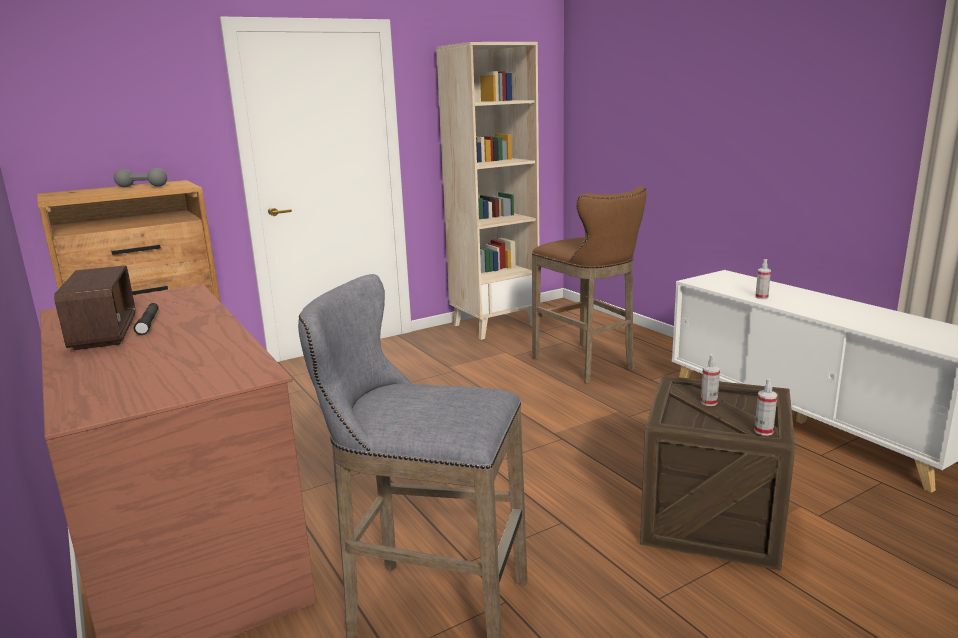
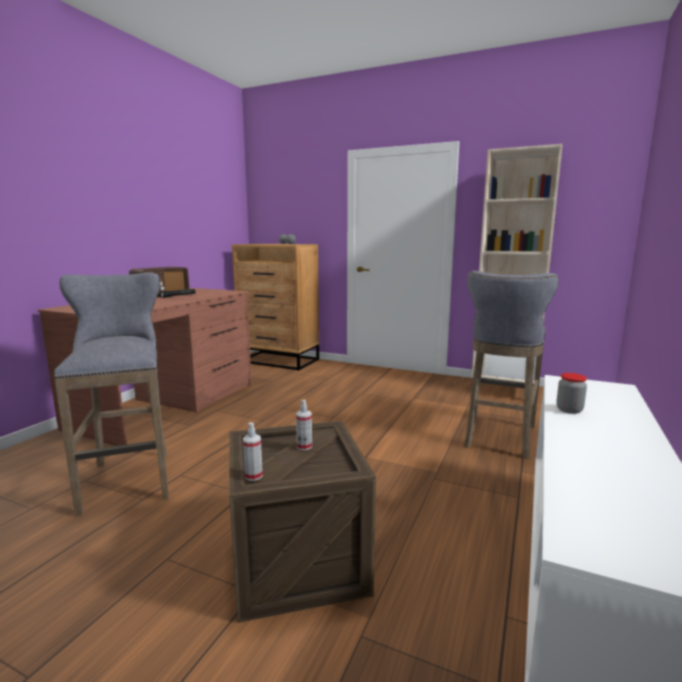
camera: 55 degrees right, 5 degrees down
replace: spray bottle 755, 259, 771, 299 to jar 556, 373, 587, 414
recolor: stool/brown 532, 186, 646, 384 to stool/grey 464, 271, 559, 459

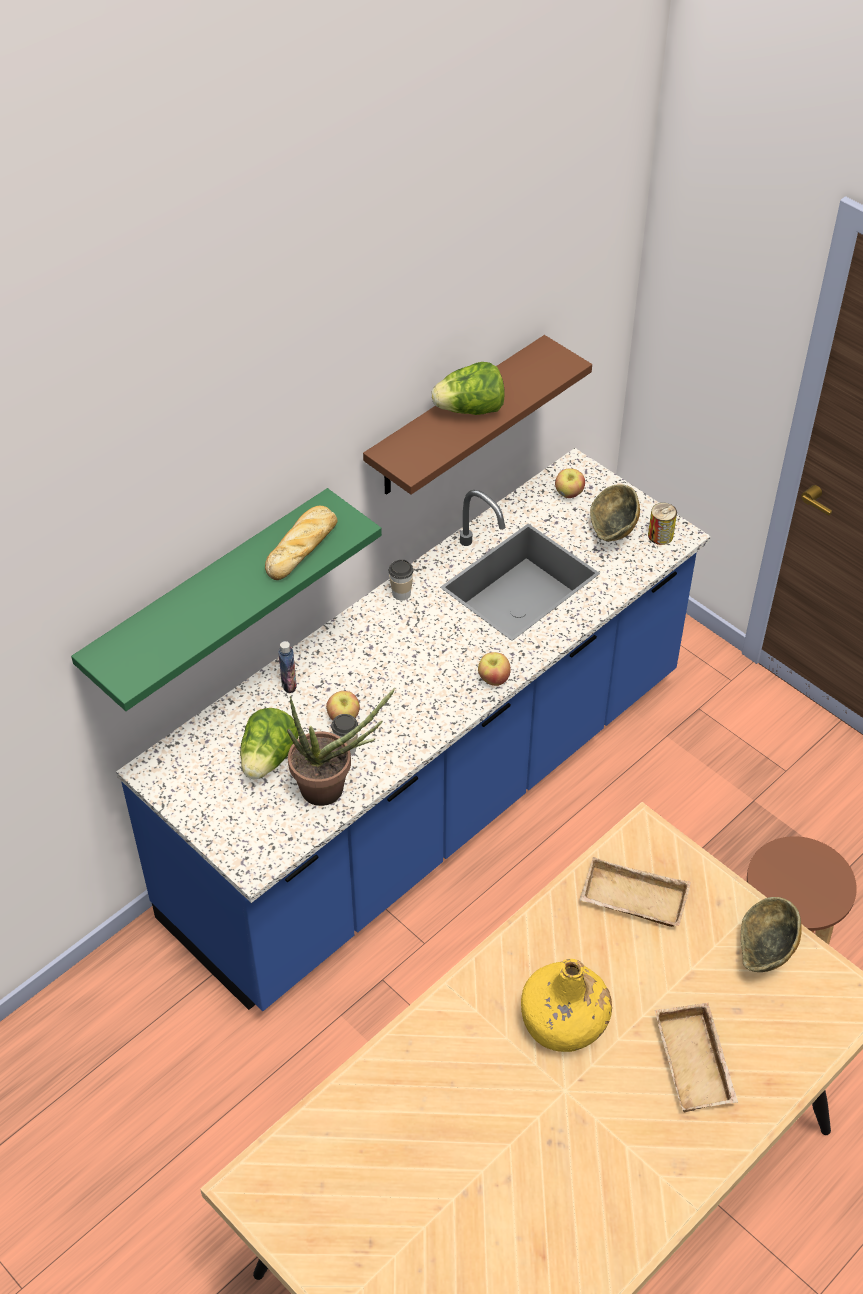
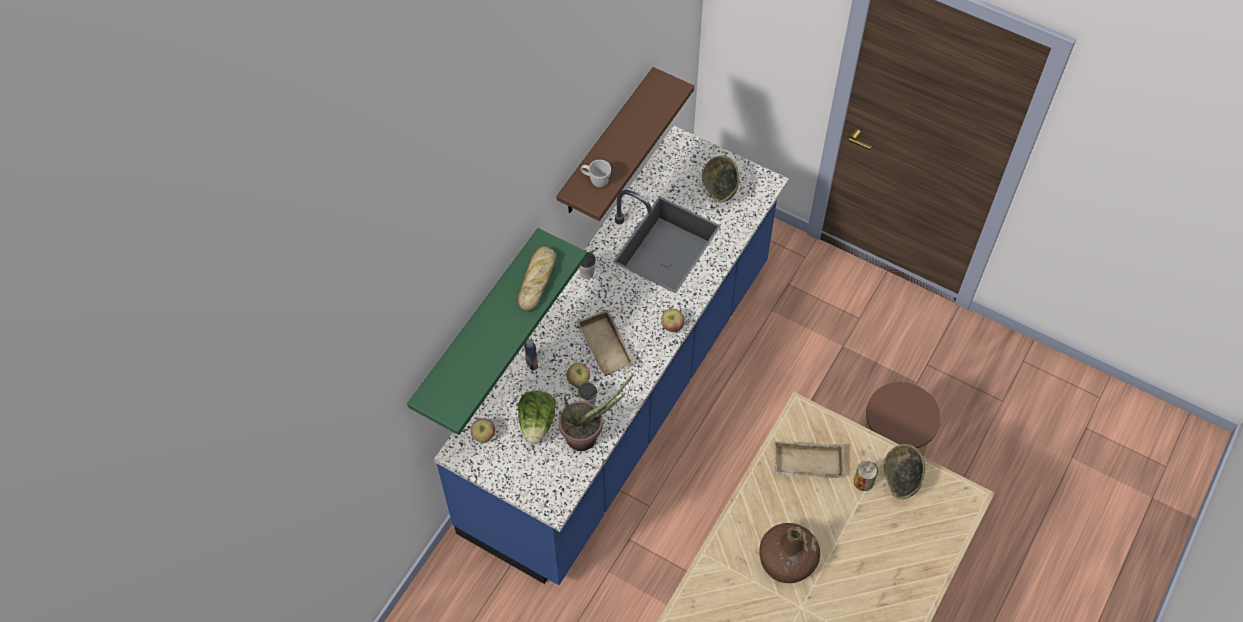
camera: 15 degrees left, 10 degrees up
delete: lettuce 432, 362, 505, 415
insert: mug/white 581, 160, 611, 187
move: apple 555, 468, 585, 498 to 471, 418, 495, 443; can 648, 503, 677, 545 to 854, 461, 878, 491; tray/beige 655, 1003, 738, 1113 to 577, 310, 636, 376
recolor: bottle/yellow 521, 959, 612, 1052 to bottle/brown 759, 523, 820, 583

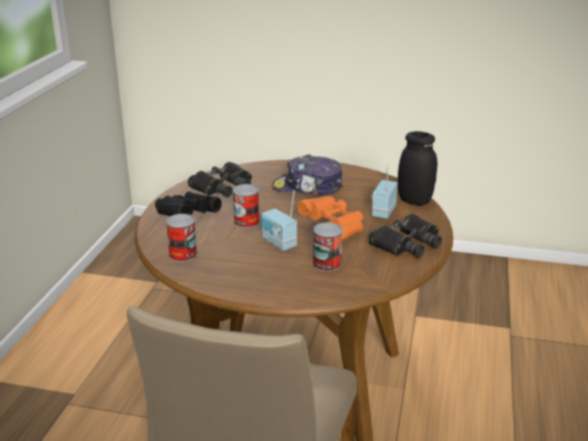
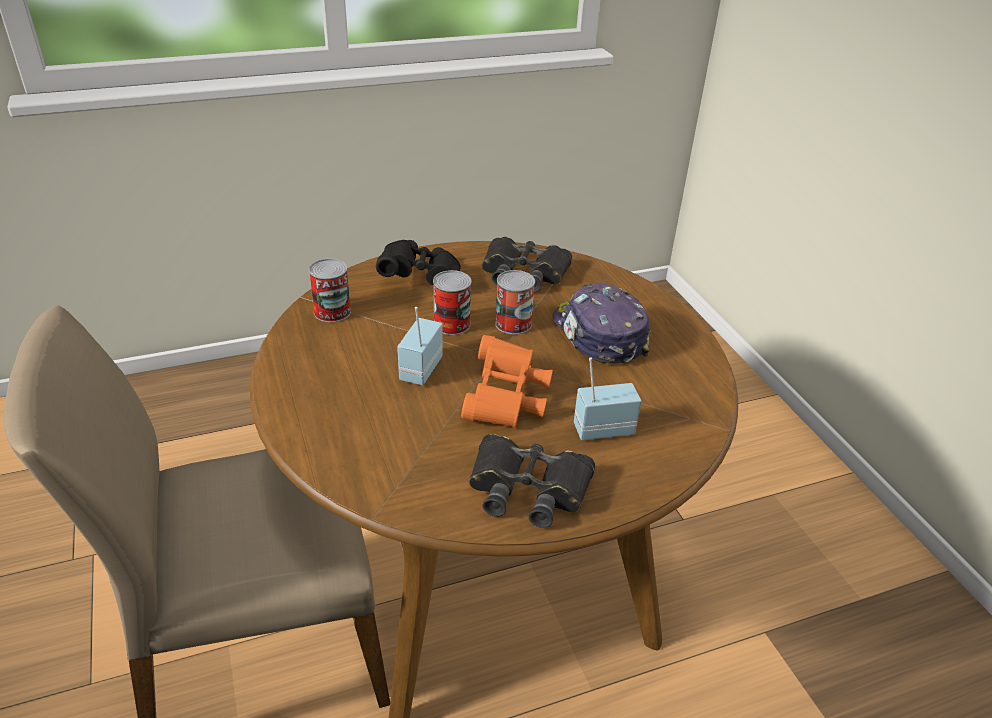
camera: 55 degrees right, 10 degrees up
delete: jar/black 398, 131, 437, 205
move: can 313, 222, 343, 272 to 495, 270, 535, 335

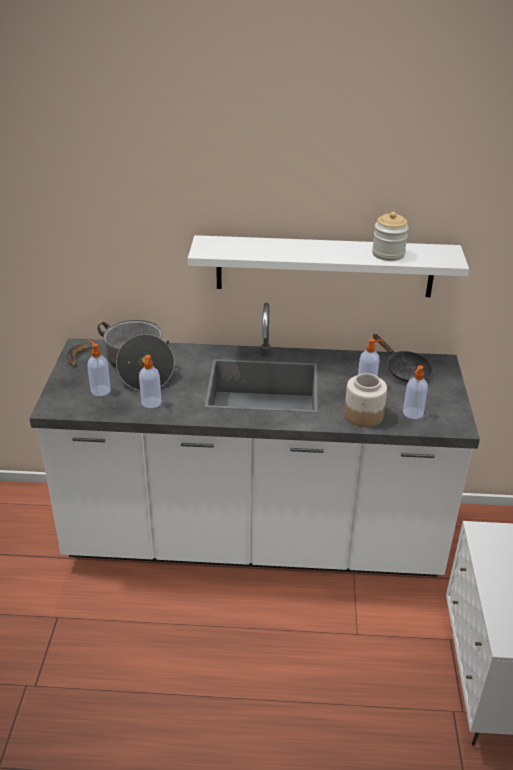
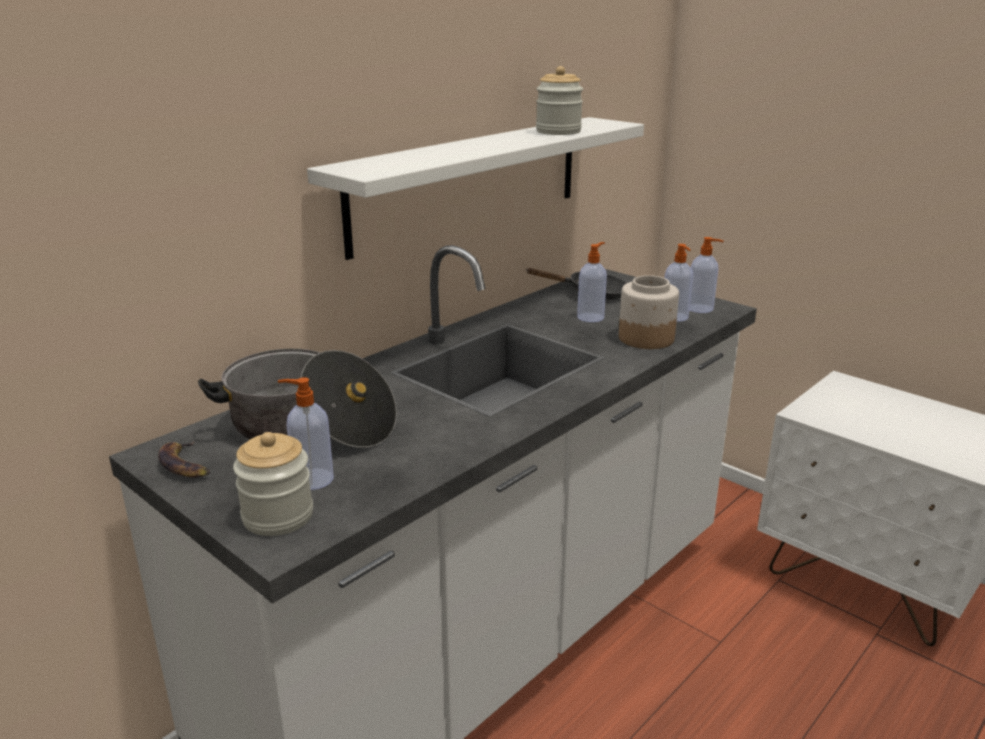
camera: 50 degrees left, 10 degrees down
insert: jar 233, 432, 313, 536
move: soap dispenser 139, 355, 162, 408 to 689, 237, 724, 313

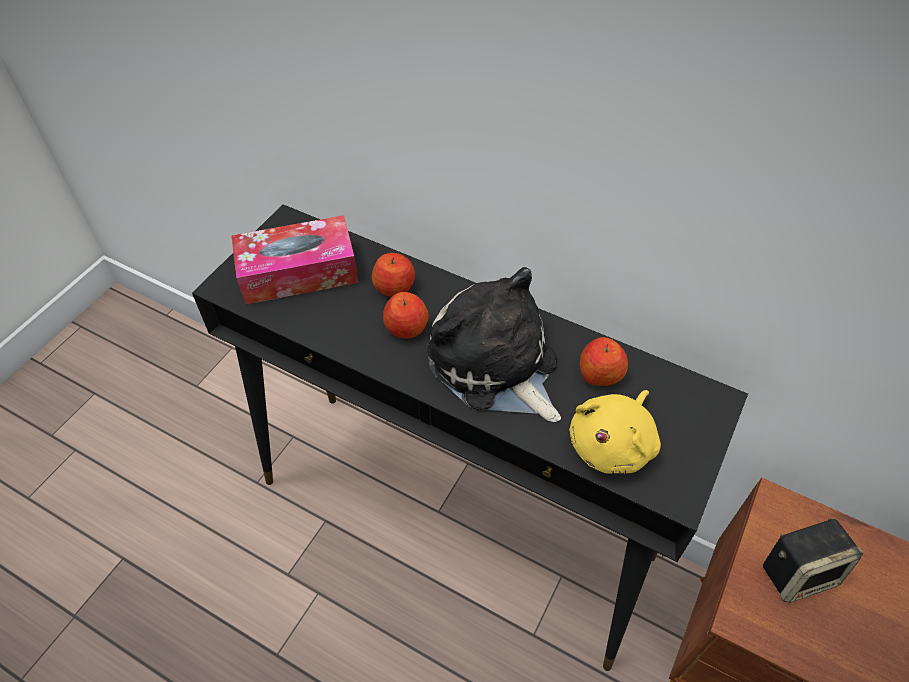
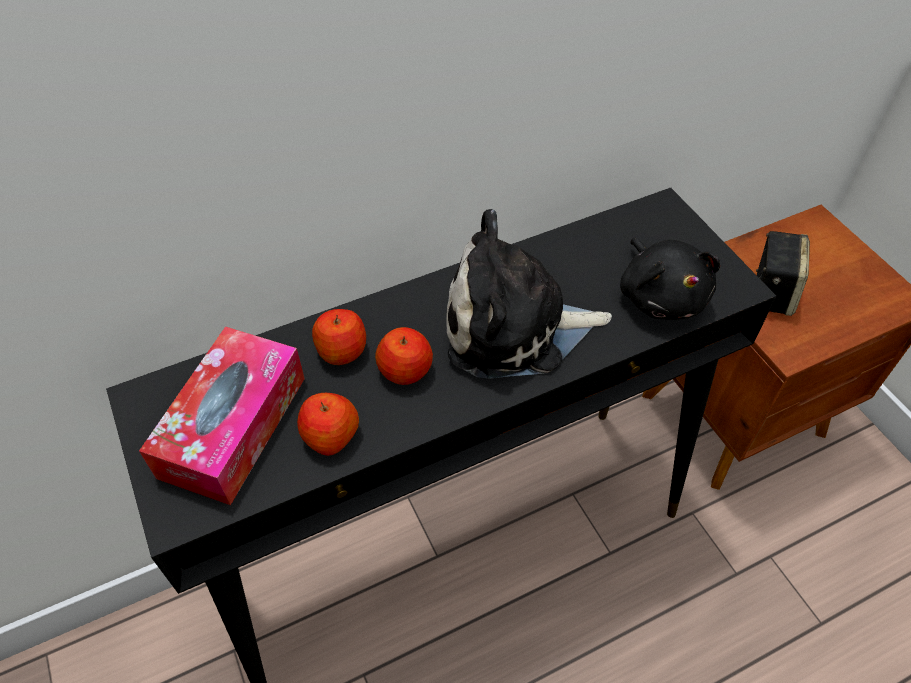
camera: 55 degrees left, 0 degrees up
move: apple 580, 337, 628, 386 to 297, 393, 359, 456
recolor: plush toy/yellow 569, 390, 661, 474 to plush toy/black 620, 238, 720, 320

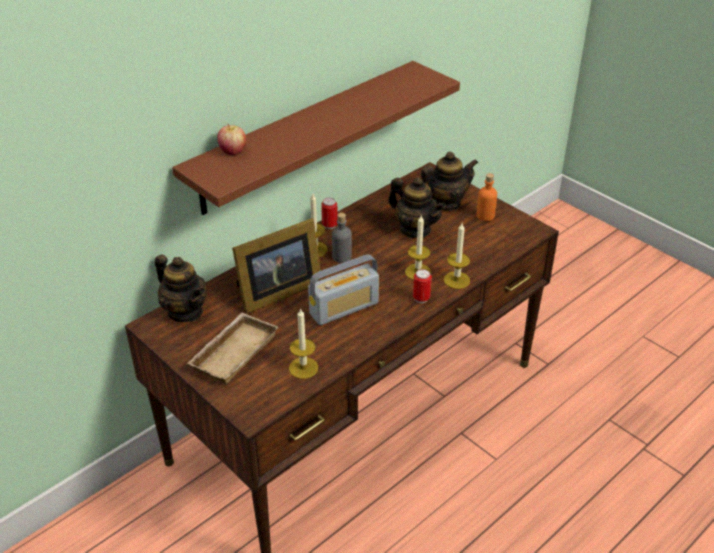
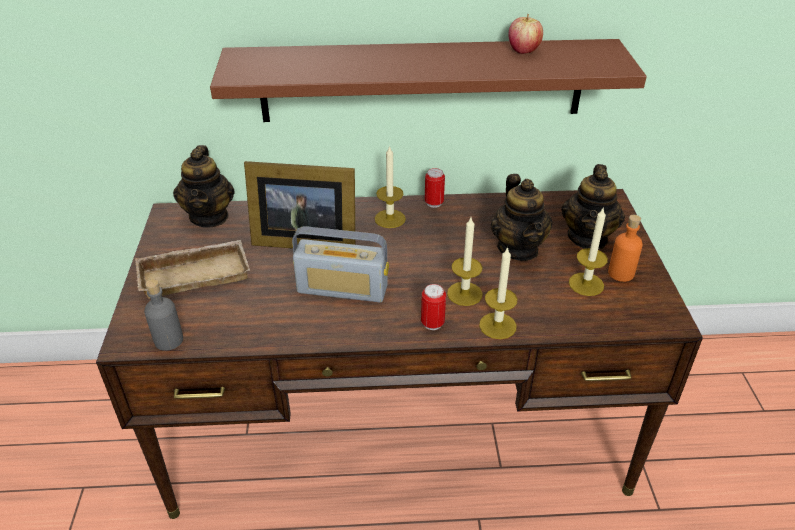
camera: 40 degrees right, 0 degrees up
move: apple 217, 124, 246, 155 to 508, 14, 543, 54; candle 289, 308, 318, 379 to 569, 208, 608, 296; bottle/grey 332, 213, 352, 263 to 144, 279, 183, 351
rotate: teapot 421, 151, 478, 211 = 561, 164, 625, 250 90 degrees clockwise

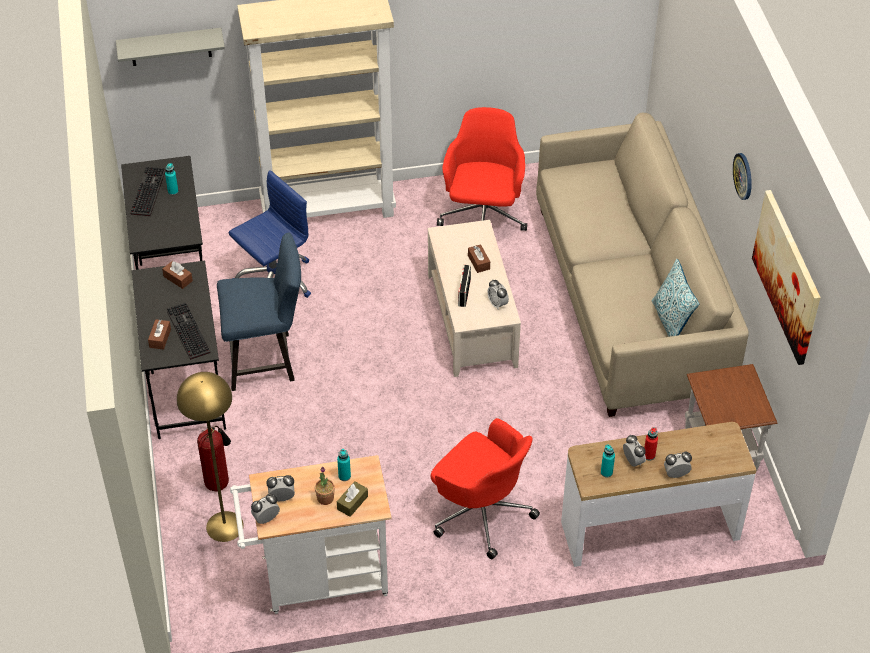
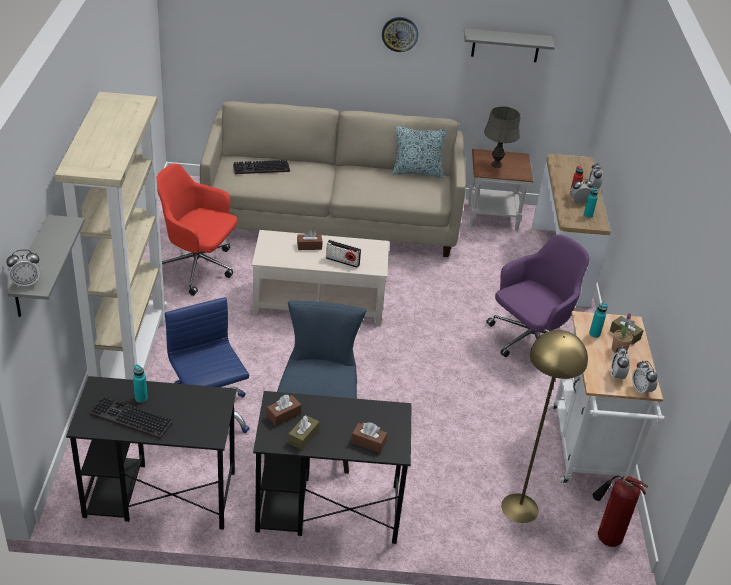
camera: 80 degrees left, 10 degrees down
insert: tissue box/brown 288, 415, 319, 450; table lamp/grey 484, 106, 520, 168
move: keyboard 167, 303, 211, 360 to 233, 160, 290, 174; fire extinguisher 197, 426, 231, 492 to 593, 476, 648, 547; alarm clock 487, 280, 509, 310 to 6, 249, 40, 288
replace: picture 752, 190, 821, 365 to shelf/grey 464, 28, 555, 62
recolor: office chair/red 431, 418, 540, 559 to office chair/purple 486, 235, 590, 357

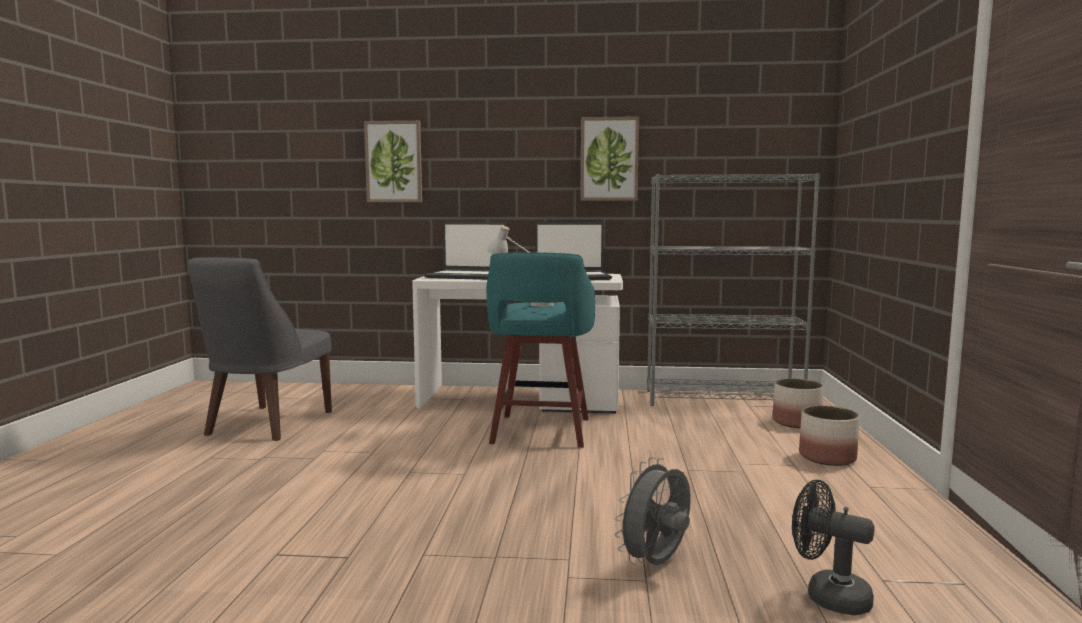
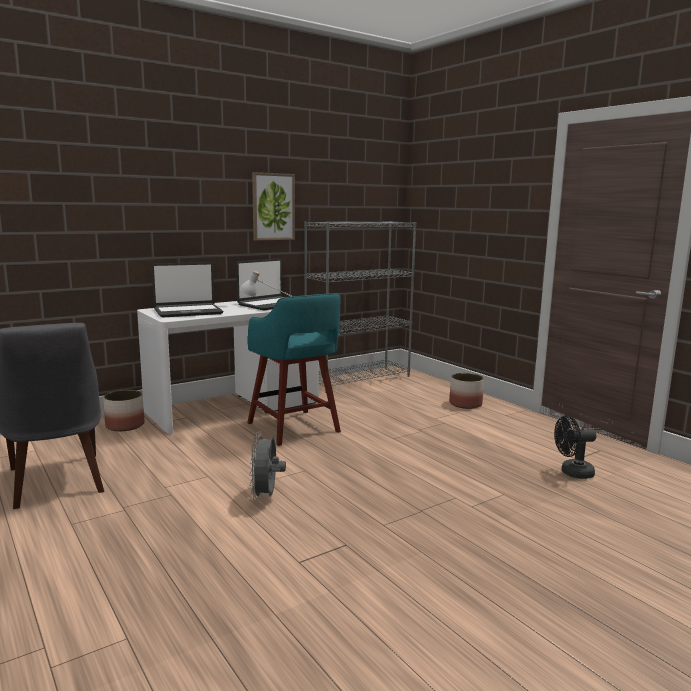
camera: 40 degrees left, 5 degrees up
delete: picture 364, 120, 422, 202
move: fan/grey 614, 457, 691, 565 to 249, 432, 286, 501; planter 773, 378, 823, 428 to 103, 390, 144, 431

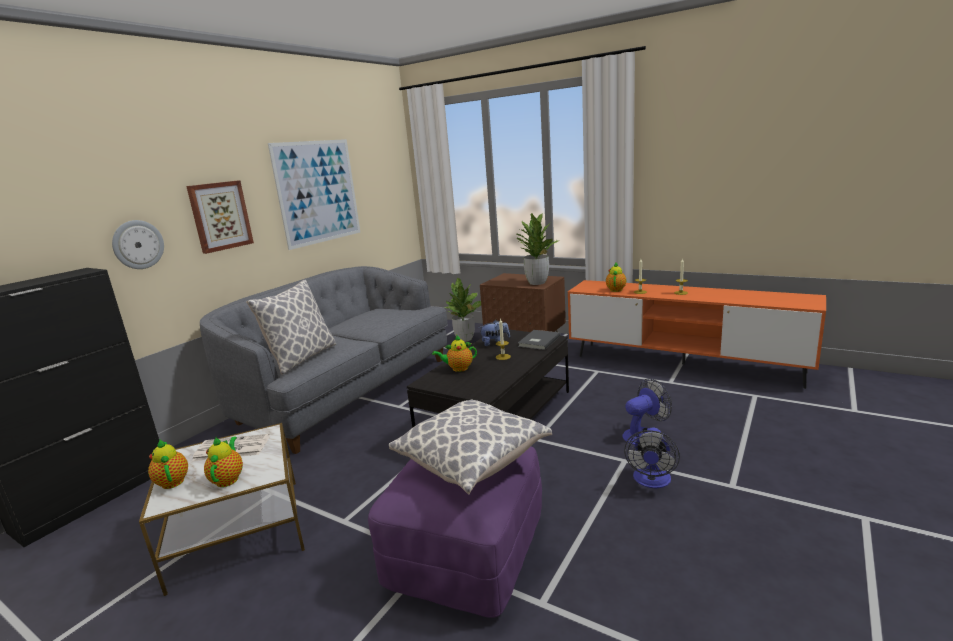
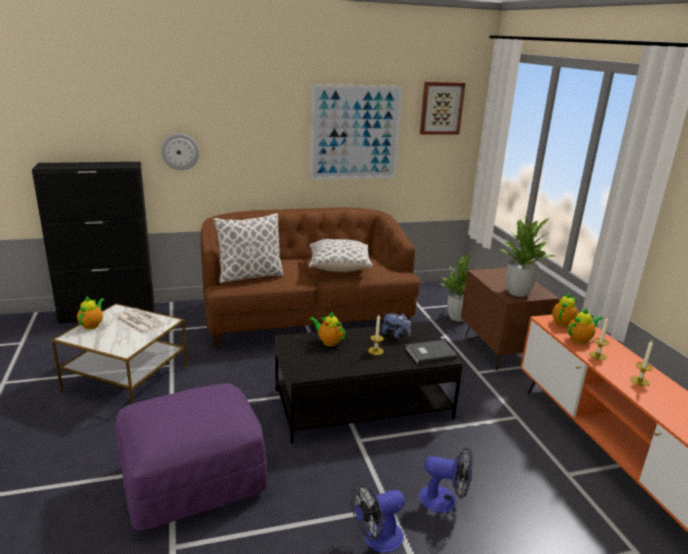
camera: 40 degrees right, 5 degrees up
move: picture 186, 180, 254, 254 to 420, 82, 466, 135; teapot 204, 436, 243, 487 to 552, 293, 578, 327; pillow 389, 399, 552, 495 to 308, 239, 373, 272
recolor: sofa/grey 200, 266, 448, 454 to sofa/brown 201, 207, 420, 347

